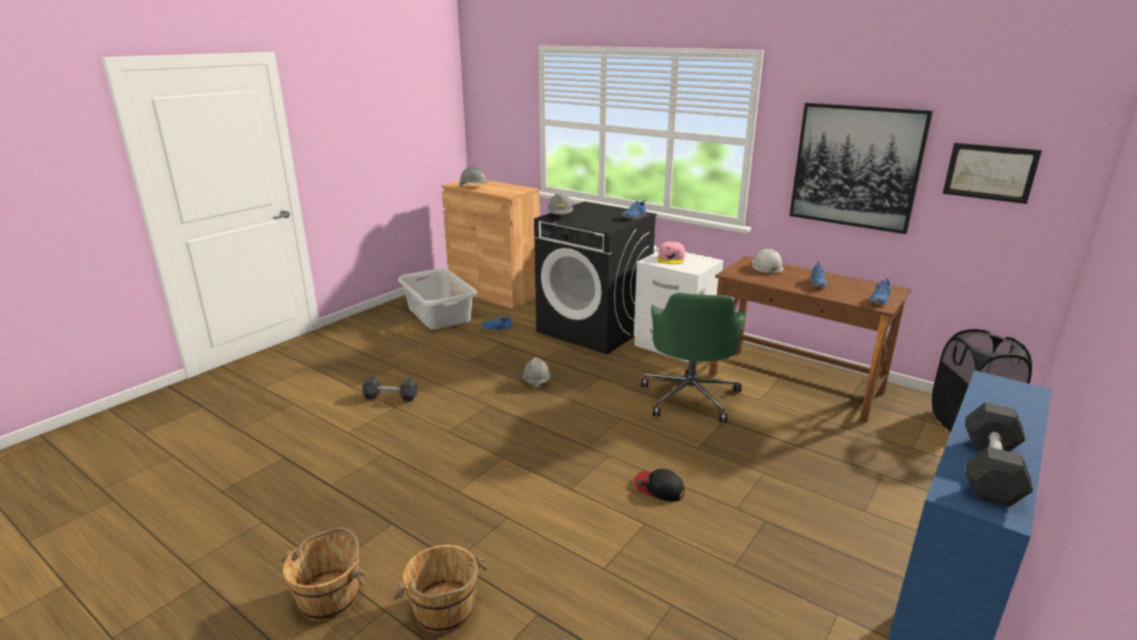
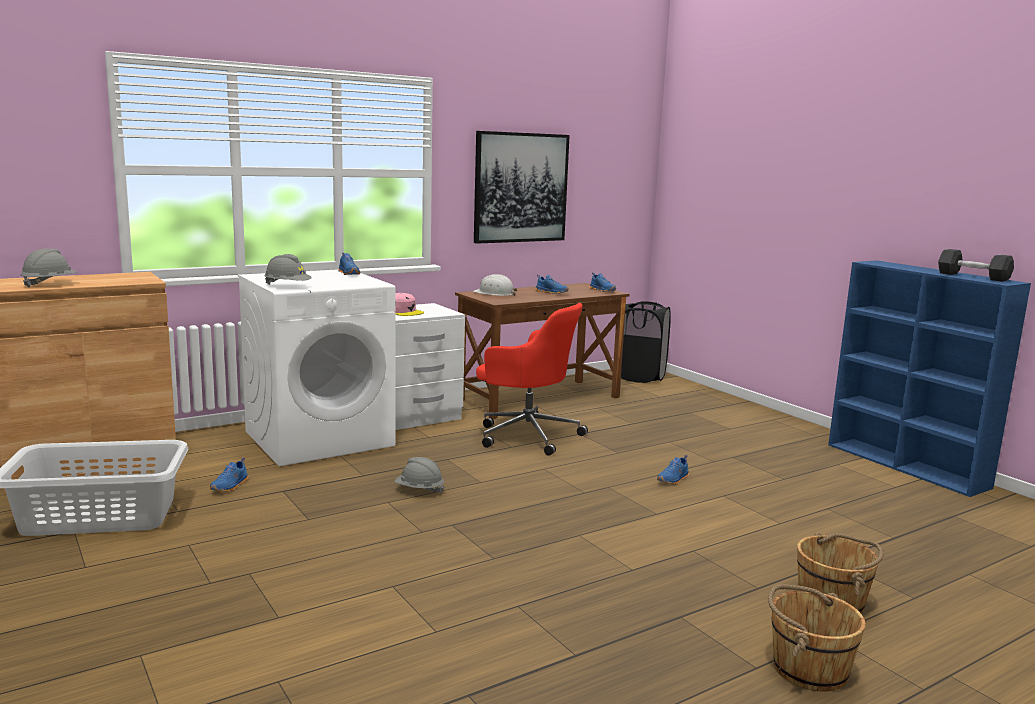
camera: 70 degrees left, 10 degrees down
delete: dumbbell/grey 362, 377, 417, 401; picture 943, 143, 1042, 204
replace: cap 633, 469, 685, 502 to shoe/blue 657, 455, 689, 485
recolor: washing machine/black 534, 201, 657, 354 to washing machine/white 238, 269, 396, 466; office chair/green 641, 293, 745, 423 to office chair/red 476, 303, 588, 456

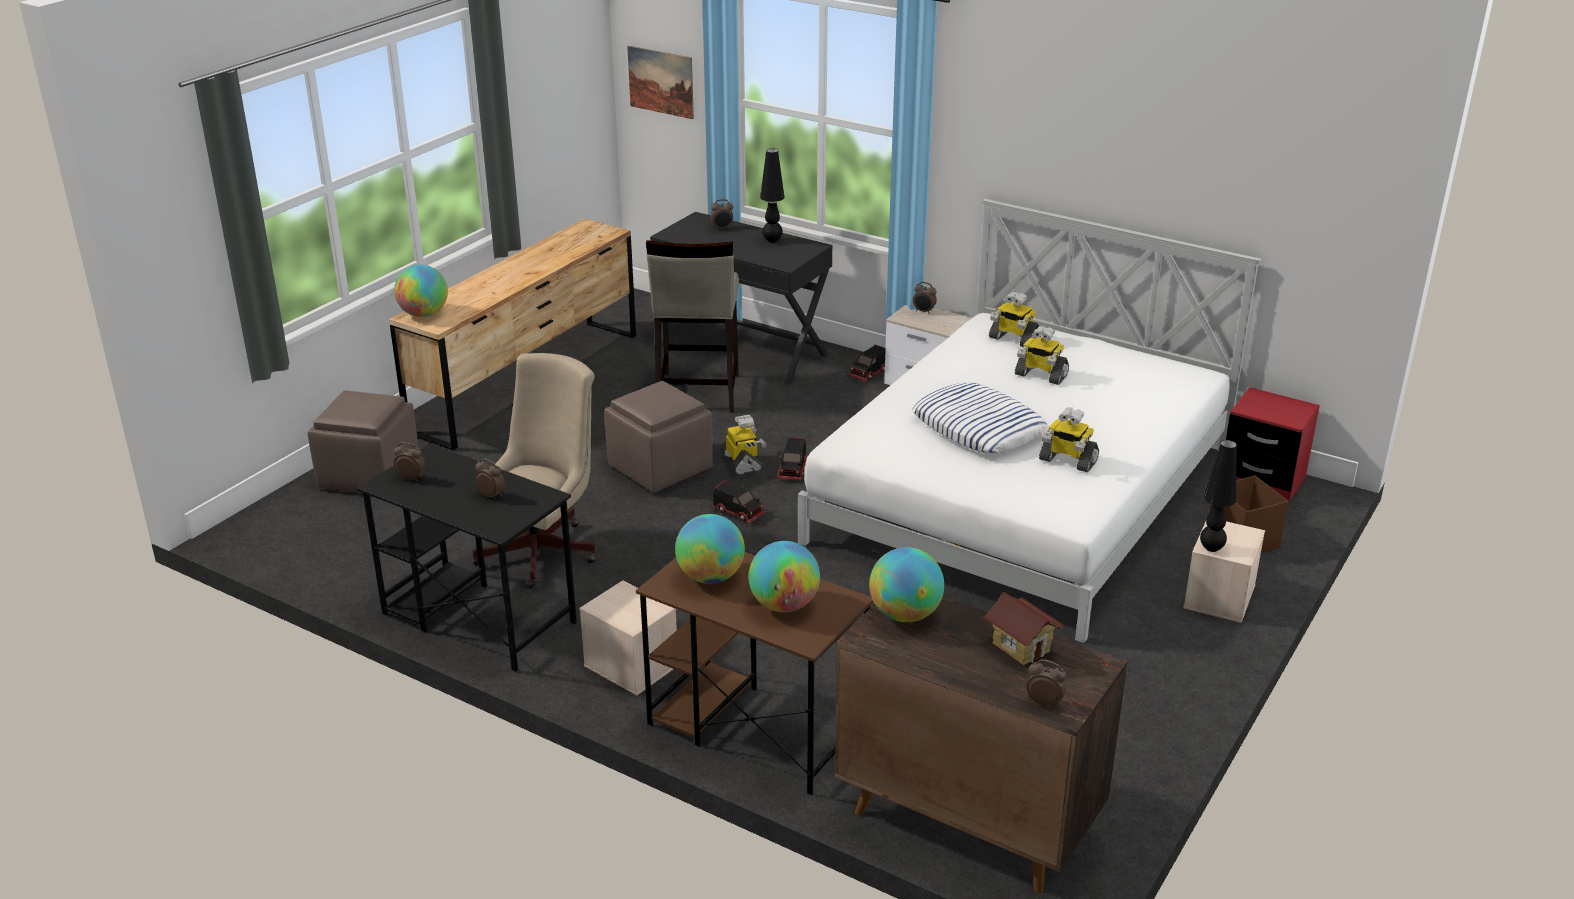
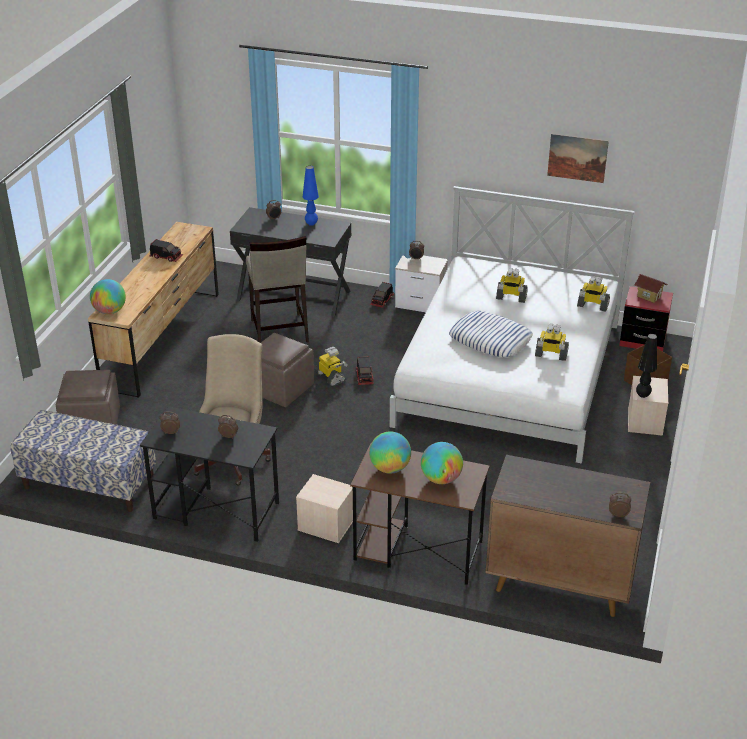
camera: 15 degrees left, 5 degrees up
delete: globe 869, 547, 944, 622
insert: bench 10, 410, 156, 512
move: picture 627, 46, 694, 119 to 547, 134, 609, 183; toy truck 711, 480, 766, 523 to 149, 239, 183, 262; toy house 983, 592, 1065, 665 to 634, 274, 668, 303; toy robot 989, 292, 1041, 347 to 577, 276, 610, 312
recolor: table lamp/black 760, 148, 785, 243 to table lamp/blue 303, 166, 319, 226

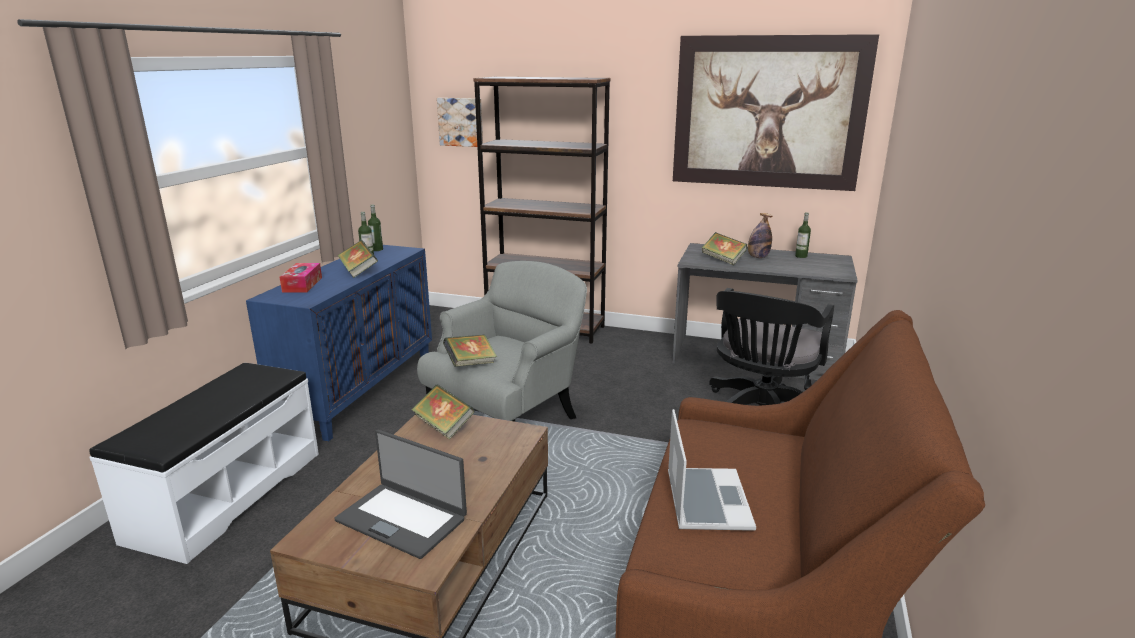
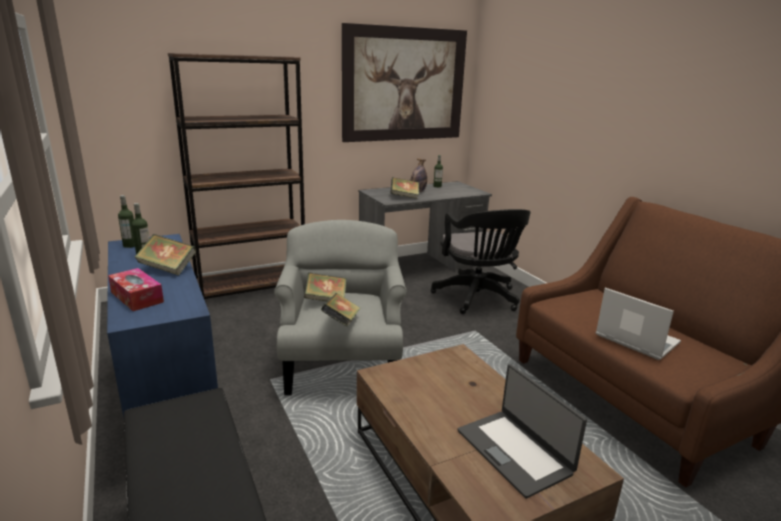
camera: 45 degrees left, 0 degrees up
delete: picture 437, 98, 483, 147
move: book 411, 384, 475, 440 to 304, 272, 347, 301
rotate: laptop 334, 430, 467, 559 = 458, 364, 587, 499 75 degrees clockwise

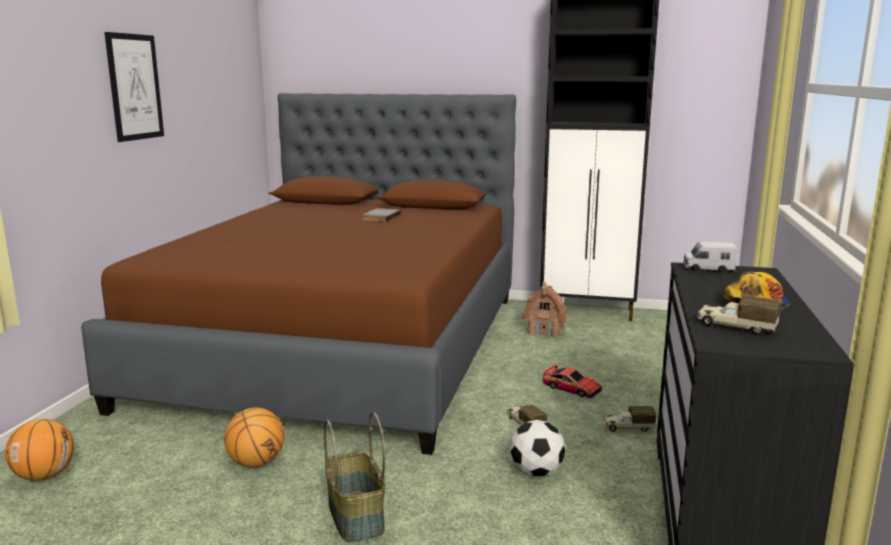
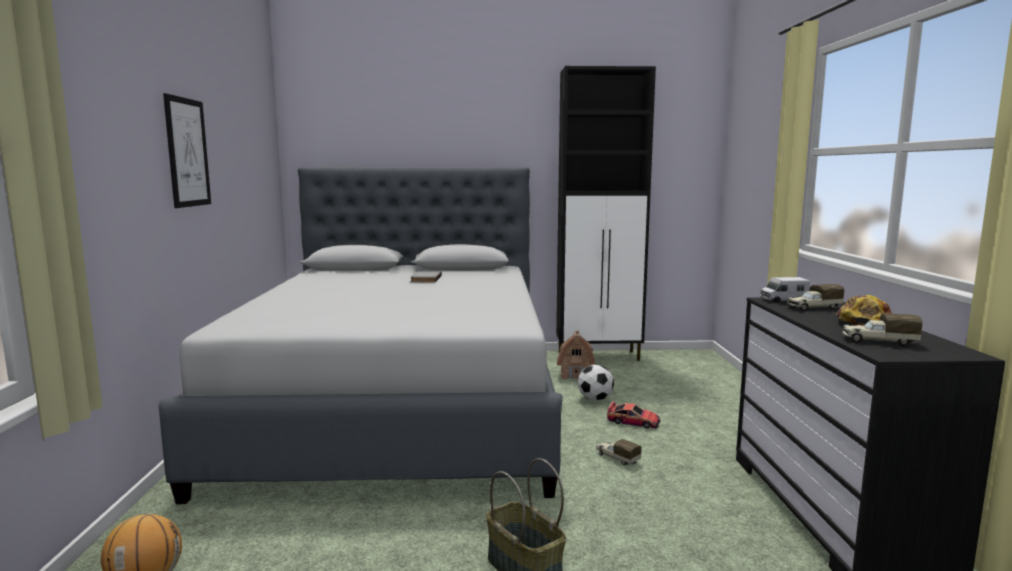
camera: 15 degrees left, 5 degrees down
delete: basketball 224, 407, 284, 467
move: football 509, 420, 566, 477 to 578, 365, 614, 401; toy truck 603, 406, 656, 432 to 787, 284, 845, 311
recolor: bed/brown 81, 93, 516, 455 to bed/grey 159, 167, 563, 504

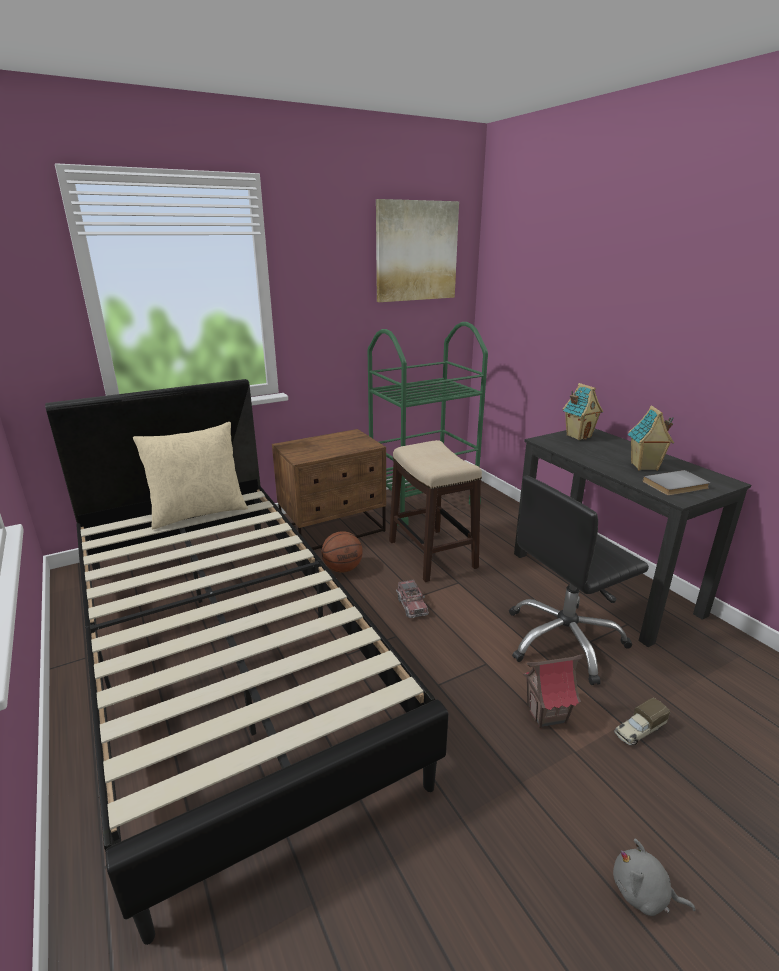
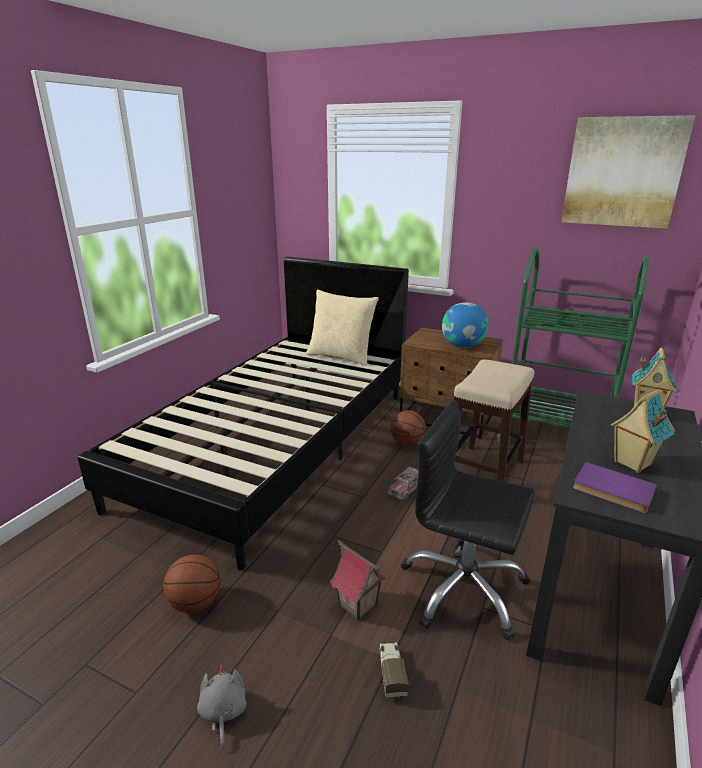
camera: 55 degrees right, 0 degrees up
insert: basketball 163, 555, 221, 613; globe 442, 302, 488, 348
recolor: book/grey 642, 470, 710, 496 to book/purple 573, 462, 657, 513
rotate: toy truck 614, 698, 670, 745 = 379, 642, 409, 699 60 degrees clockwise

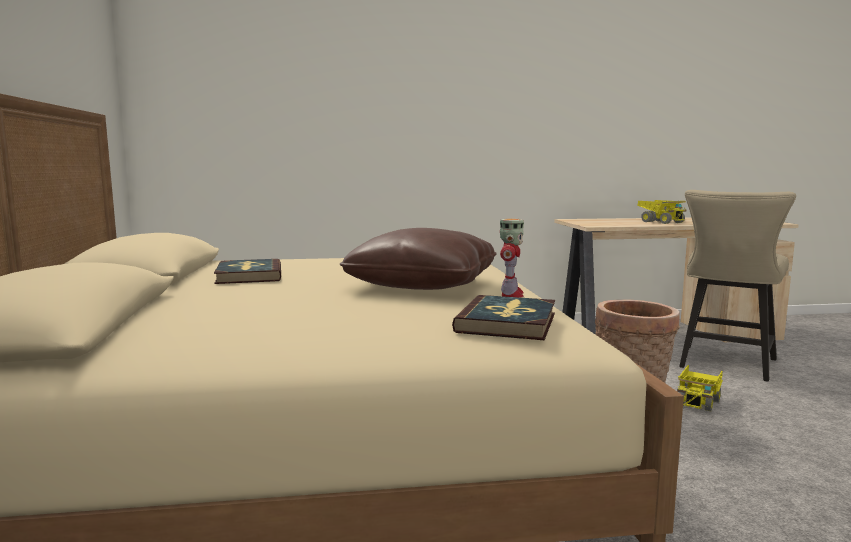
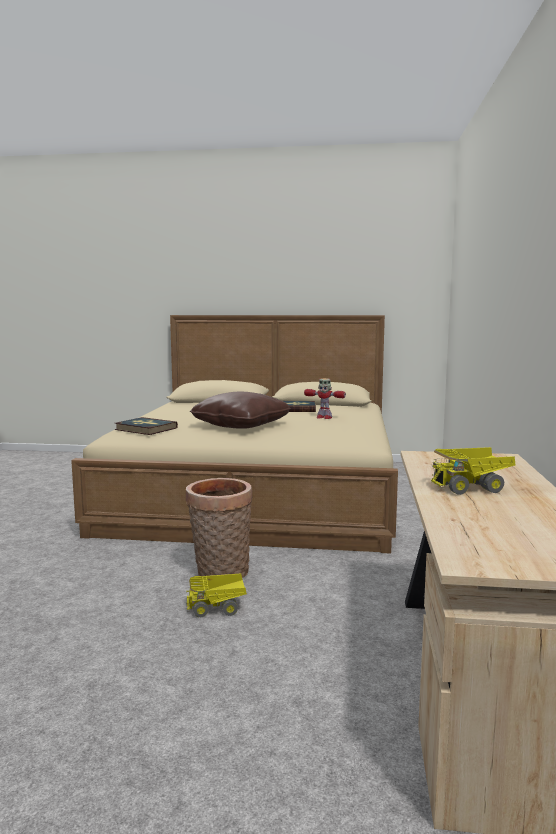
camera: 105 degrees right, 0 degrees up
delete: chair/beige 679, 190, 796, 381
move: toy robot 500, 218, 524, 297 to 304, 378, 346, 419
rotate: toy truck 677, 365, 723, 412 = 186, 573, 247, 617 60 degrees counterclockwise

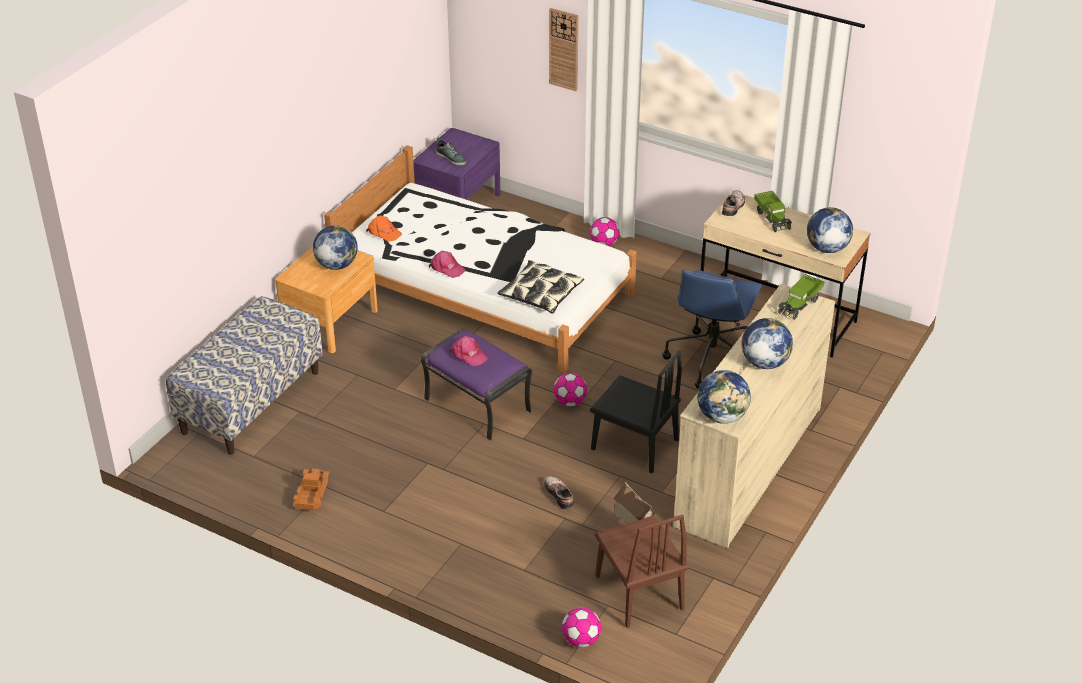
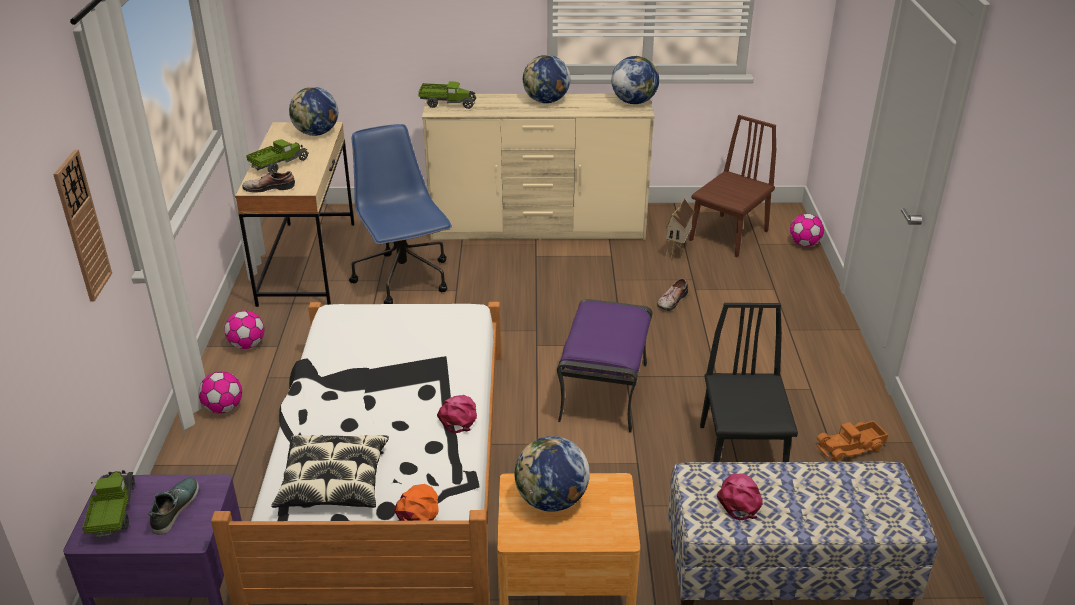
camera: 120 degrees left, 5 degrees down
insert: toy truck 82, 470, 135, 538
move: cap/pink 450, 336, 488, 366 to 717, 473, 763, 520; pillow 497, 260, 584, 314 to 271, 435, 389, 508; football 554, 373, 587, 406 to 224, 311, 265, 349; chair/black 590, 350, 682, 473 to 700, 303, 798, 462
rotate: office chair/blue 662, 270, 762, 389 = 349, 124, 452, 304 105 degrees counterclockwise

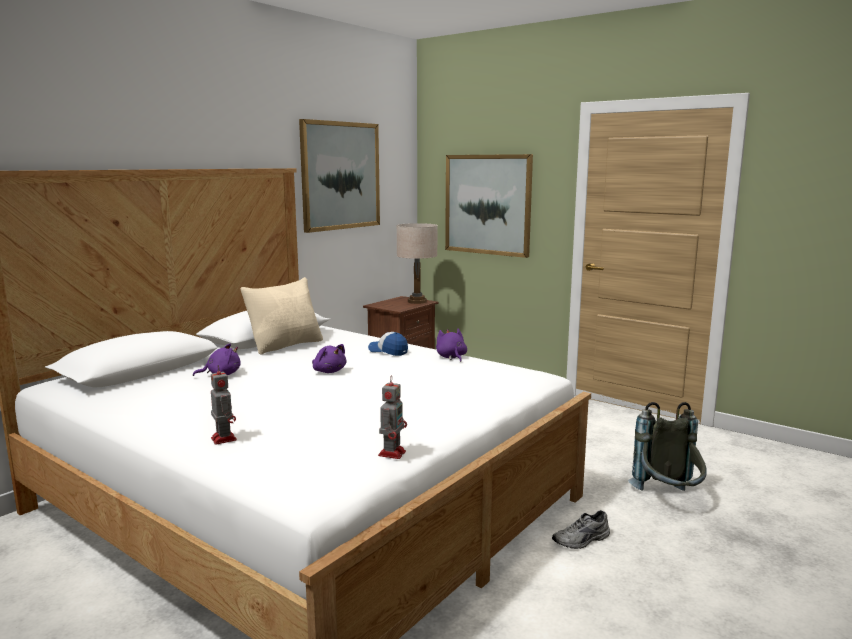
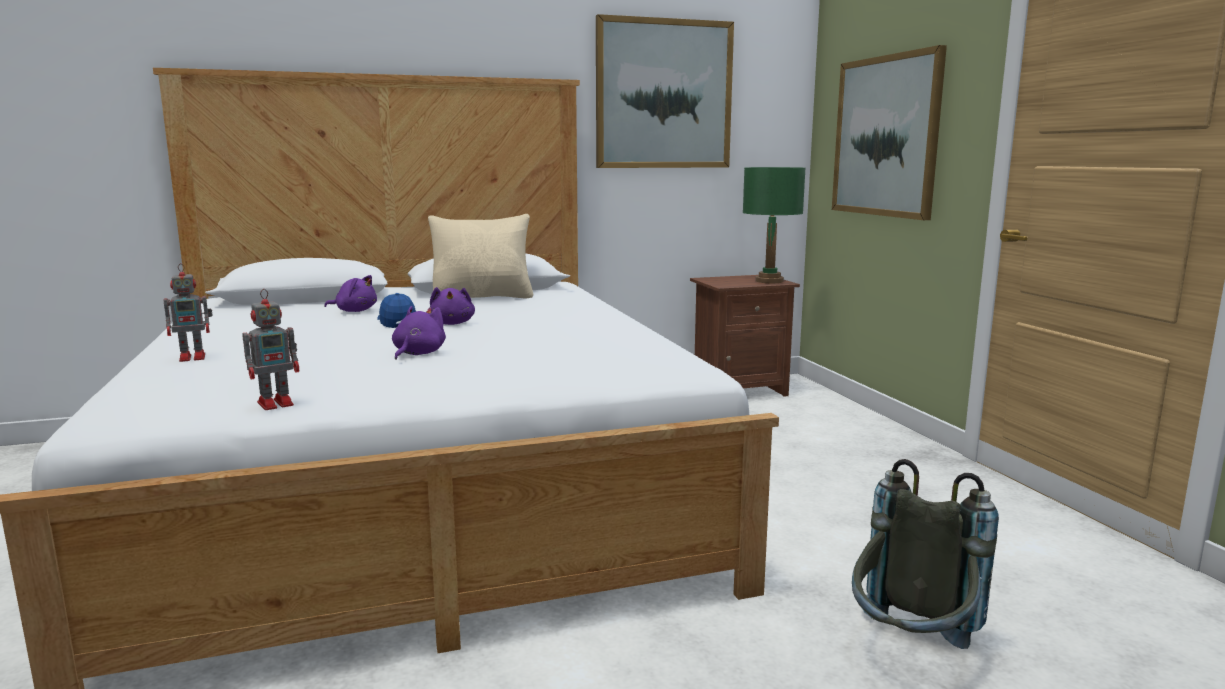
camera: 35 degrees right, 0 degrees up
delete: shoe/grey 552, 510, 610, 549
move: cap 368, 332, 408, 356 to 377, 293, 416, 328; plush toy/purple 436, 329, 467, 362 to 392, 306, 446, 360
recolor: table lamp/beige 396, 223, 438, 304 to table lamp/green 743, 167, 806, 283
rotate: toy robot 211, 365, 237, 445 = 163, 263, 213, 362 60 degrees clockwise

